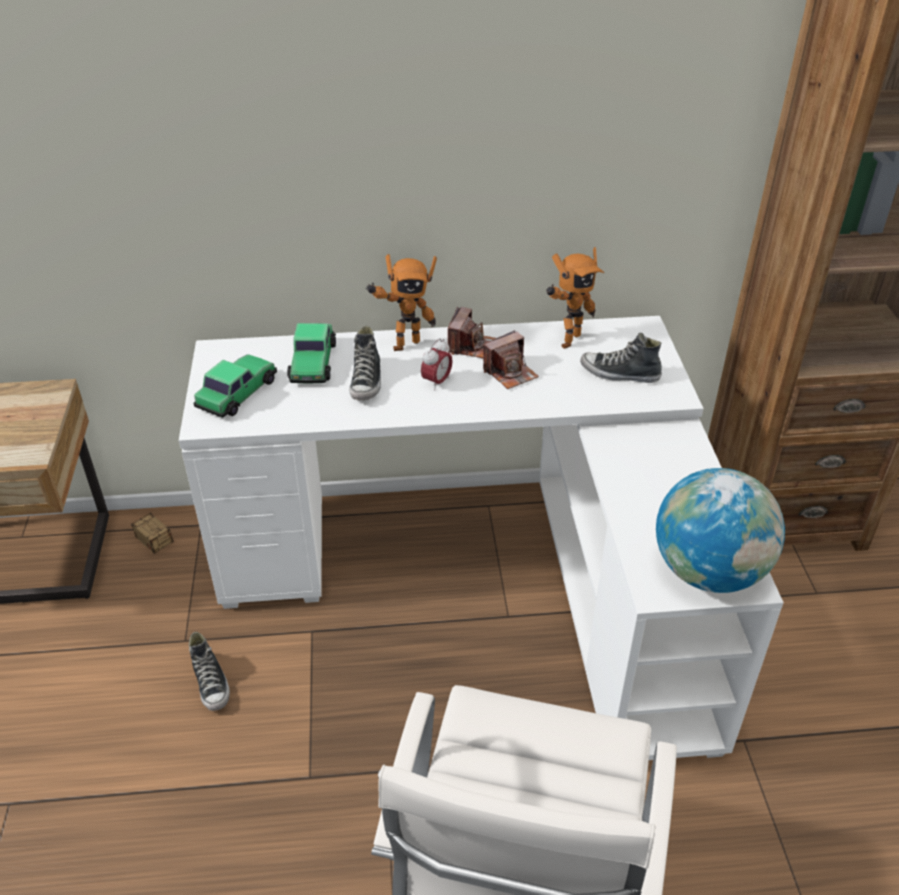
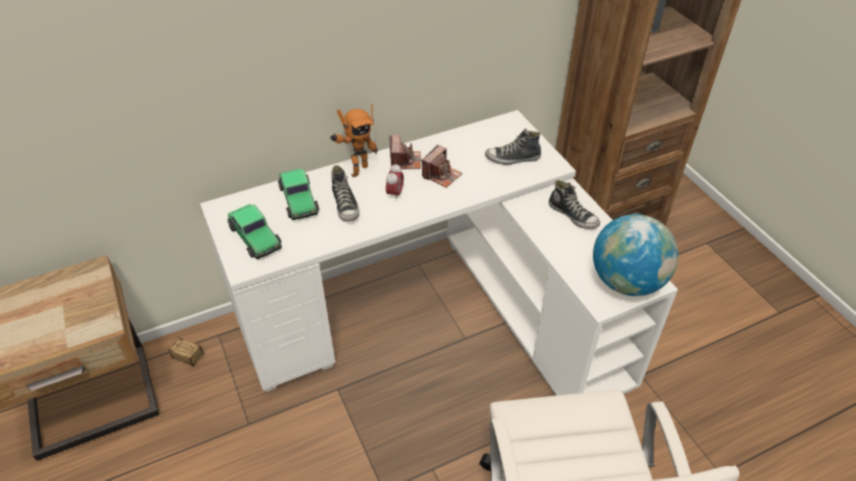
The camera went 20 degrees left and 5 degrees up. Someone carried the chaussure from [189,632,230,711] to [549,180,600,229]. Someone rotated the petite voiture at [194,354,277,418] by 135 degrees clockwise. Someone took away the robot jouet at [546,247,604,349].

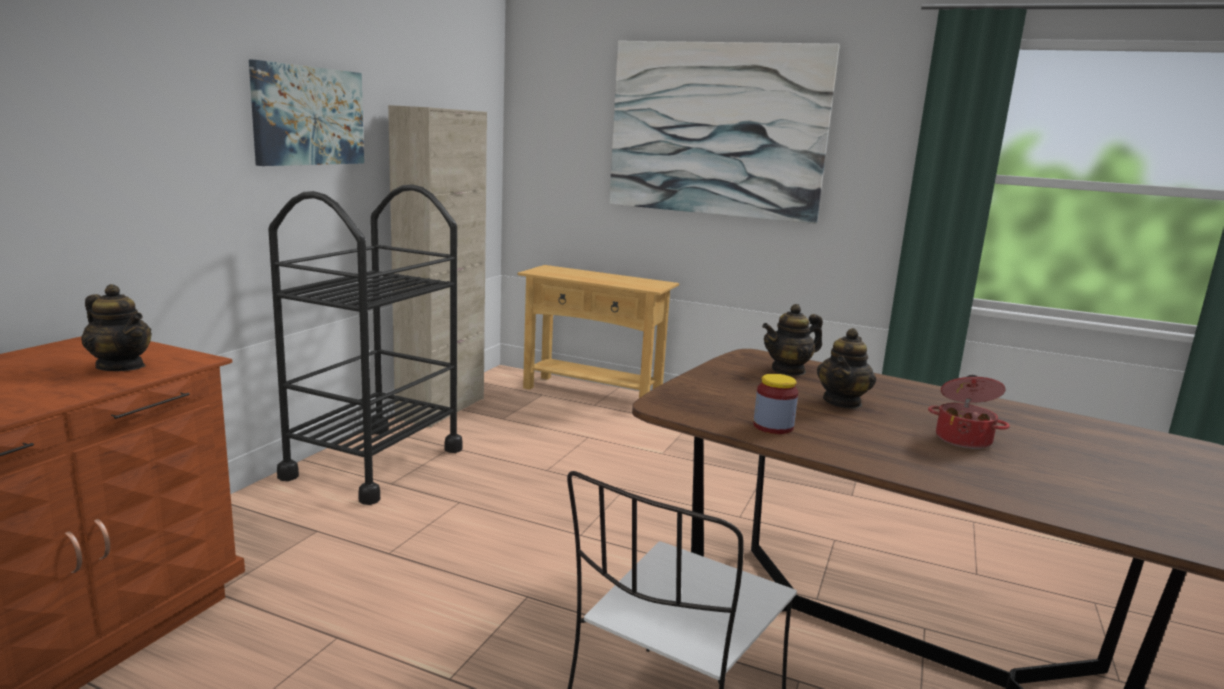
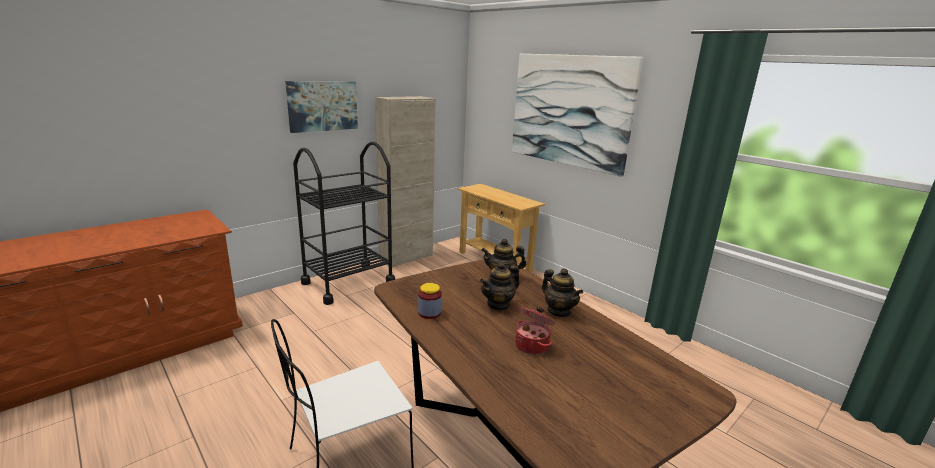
The camera went 25 degrees right and 5 degrees up. Someone carried the théière from [81,284,152,371] to [542,268,583,317].

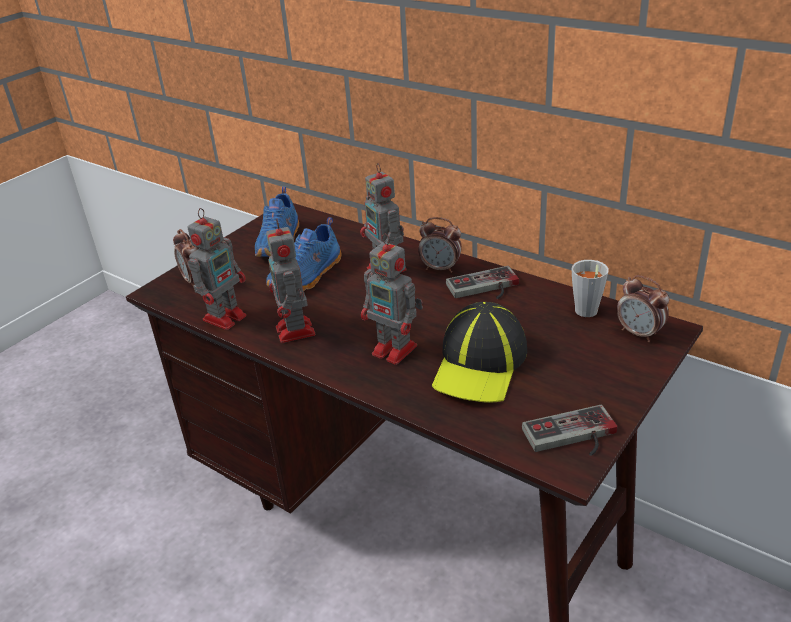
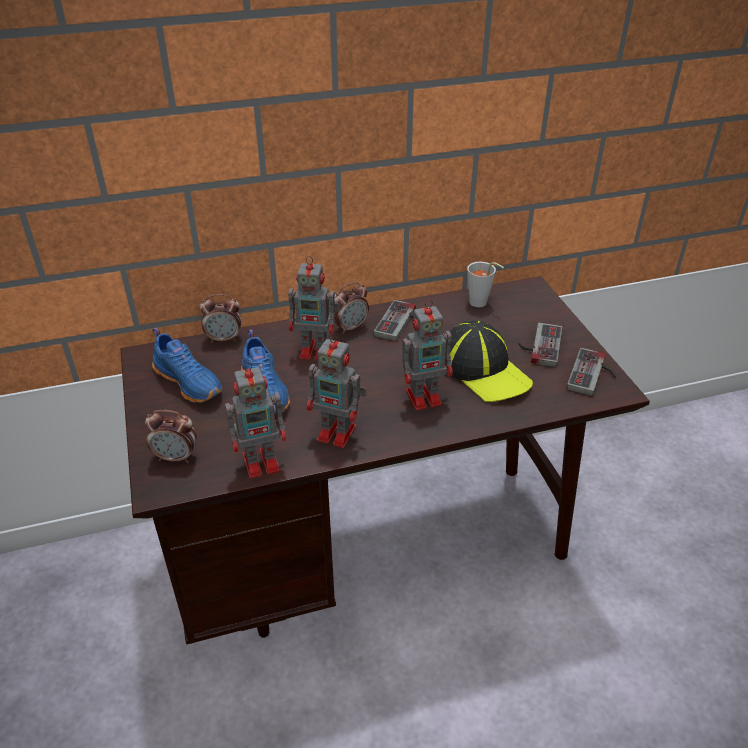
The camera went 55 degrees left and 5 degrees up. Someone rotated the robot jouet at [187,208,246,330] by 90 degrees clockwise. Someone carried the réveil from [617,275,669,342] to [200,294,241,343]. Someone put down the manette at [519,323,562,367].

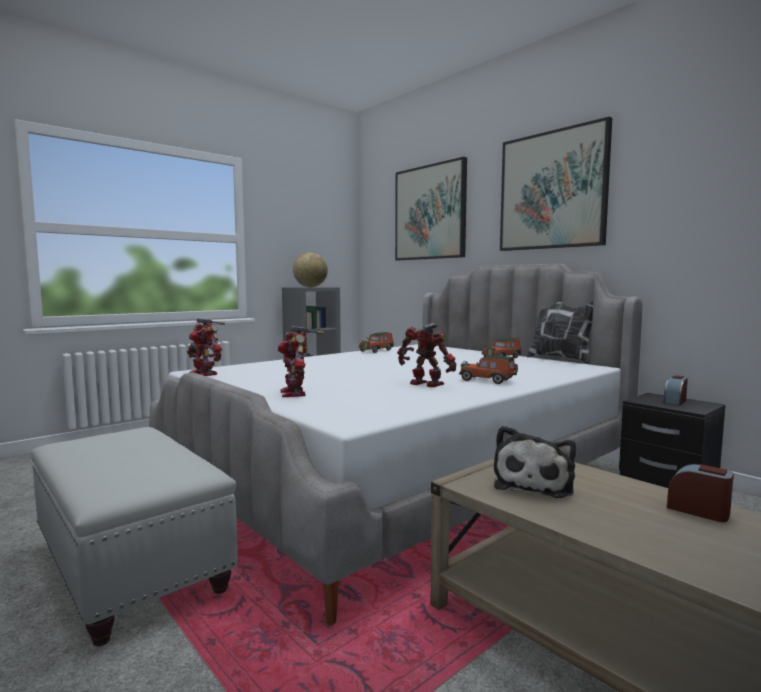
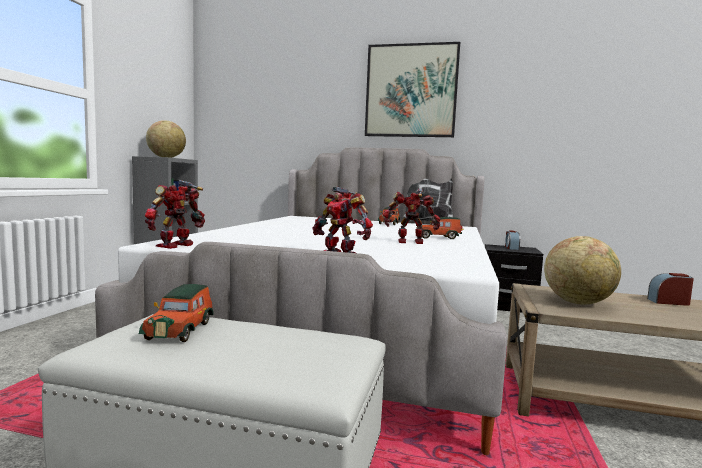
The camera went 35 degrees left and 0 degrees up. Someone rotated the robot jouet at [187,318,225,376] by 105 degrees clockwise. Someone carried the petite voiture from [358,332,394,353] to [139,284,214,342]. Someone took away the tableau at [395,157,467,260]. Someone swapped the peluche at [494,426,576,498] for the globe at [544,236,621,304].

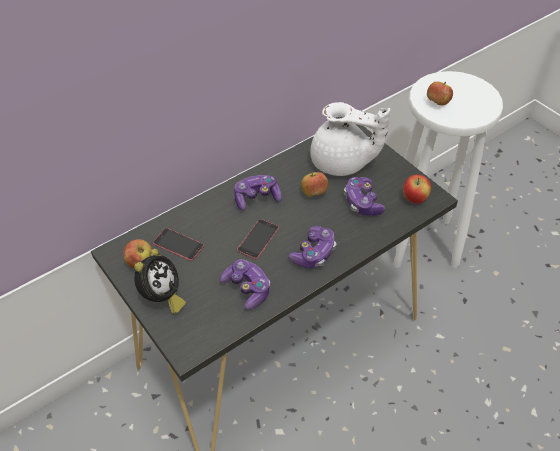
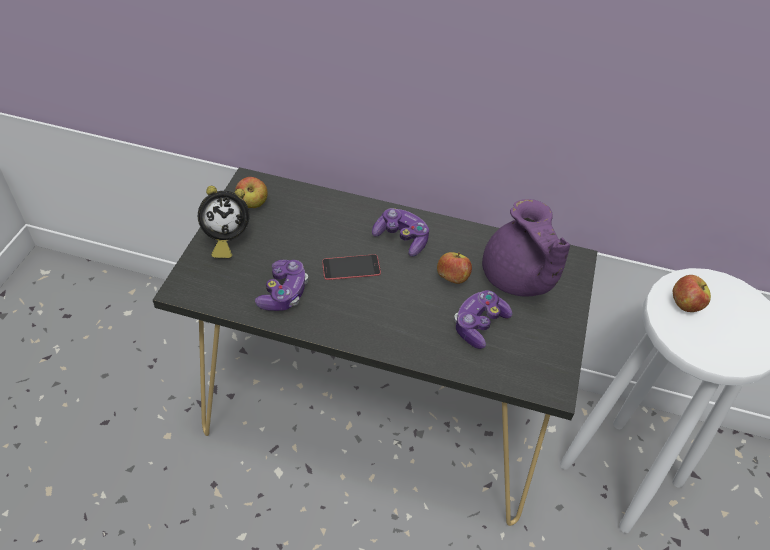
The camera went 50 degrees right and 0 degrees up. Someone took away the téléphone at [153,228,204,261]. Someone took away the manette at [289,226,336,268]. Someone repainted the théière [blanc] at [310,102,391,176], which became the théière [violet] at [482,199,570,297]. Someone took away the pomme at [403,175,431,204].

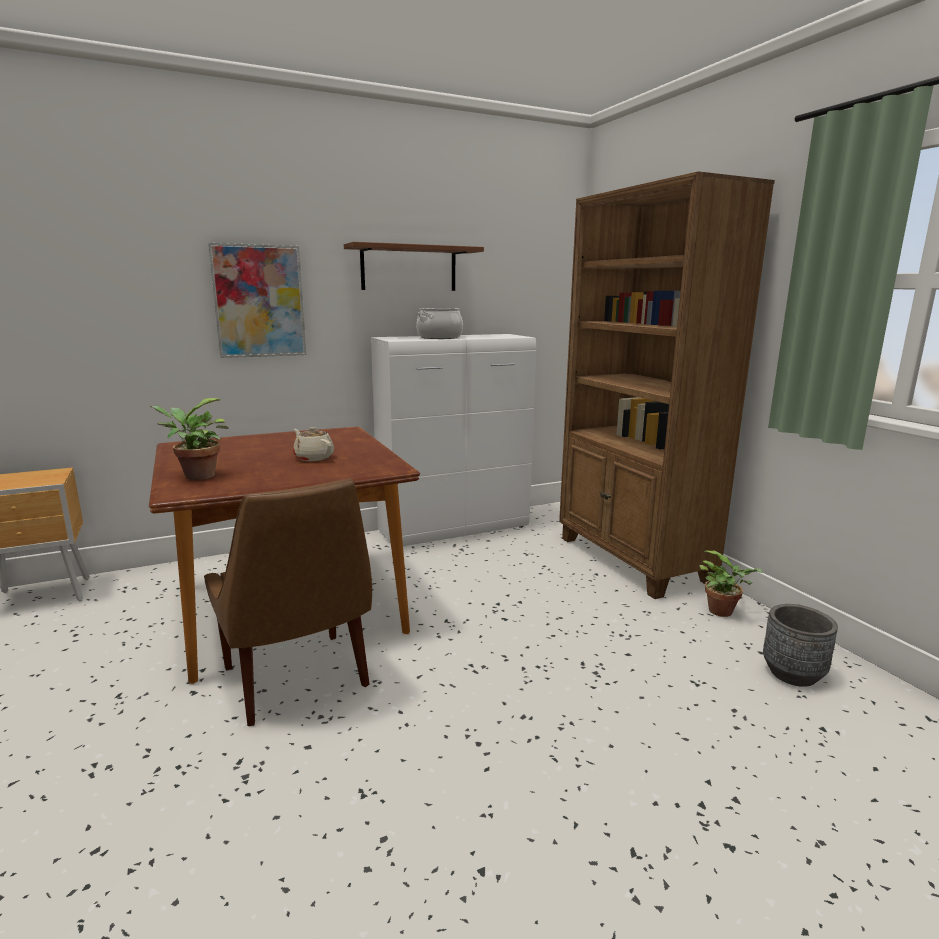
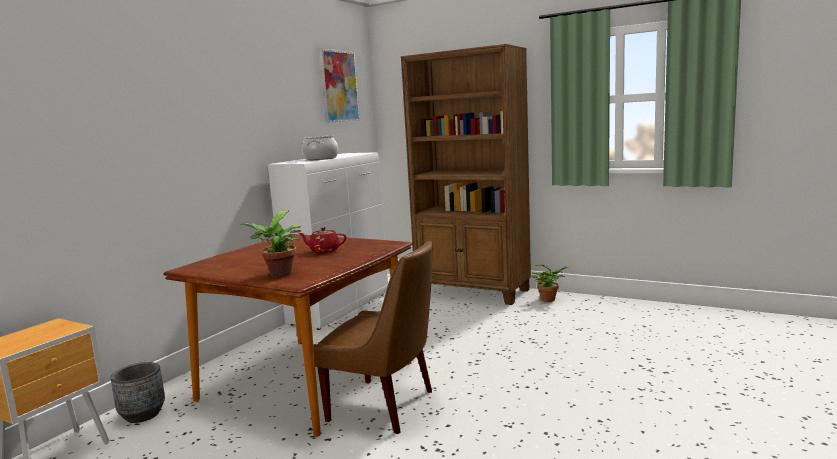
The camera went 35 degrees left and 5 degrees down. Someone carried the tableau from [208,243,306,358] to [319,49,360,123]. Someone repainted the théière [beige] at [293,427,334,461], which became the théière [rouge] at [299,227,346,253]. Someone took away the étagère [marron] at [344,242,484,291]. Someone carried the cache-pot [gris] from [763,604,838,687] to [110,362,165,423].

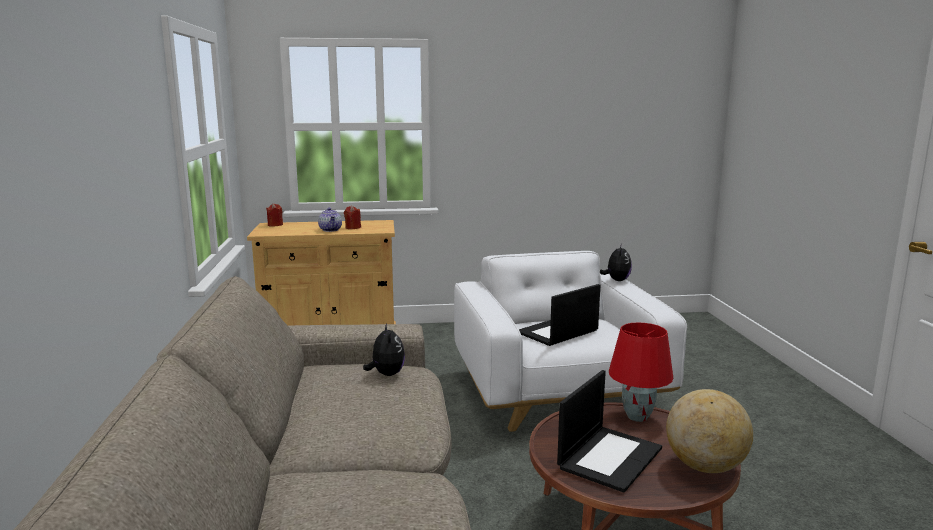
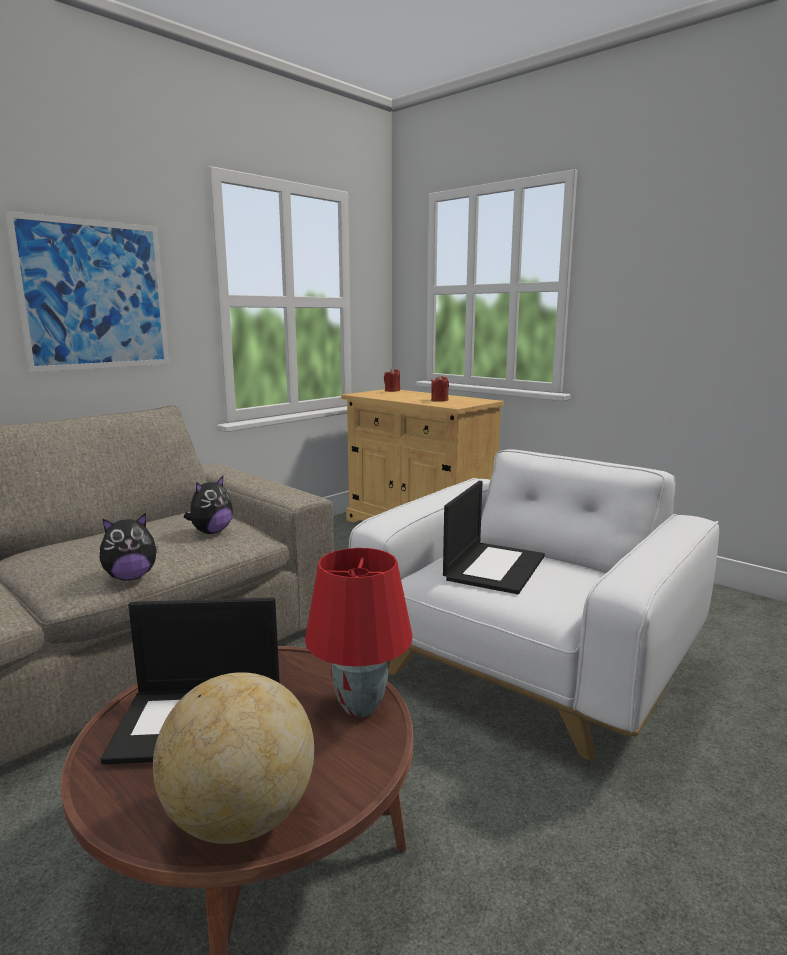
The camera went 50 degrees right and 0 degrees up. Someone took away the théière at [318,208,342,232]. Someone rotated the ordinateur portable at [519,284,600,346] by 105 degrees clockwise. Someone carried the peluche from [600,244,632,281] to [100,513,159,581]. Someone put up the tableau at [4,211,169,372].

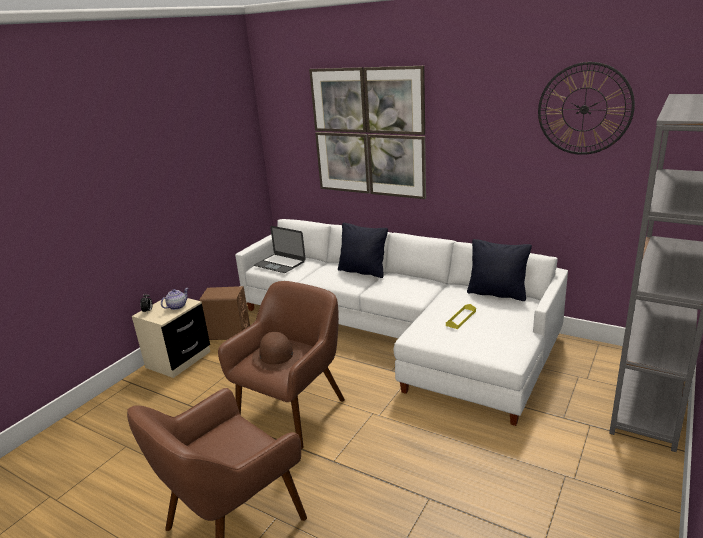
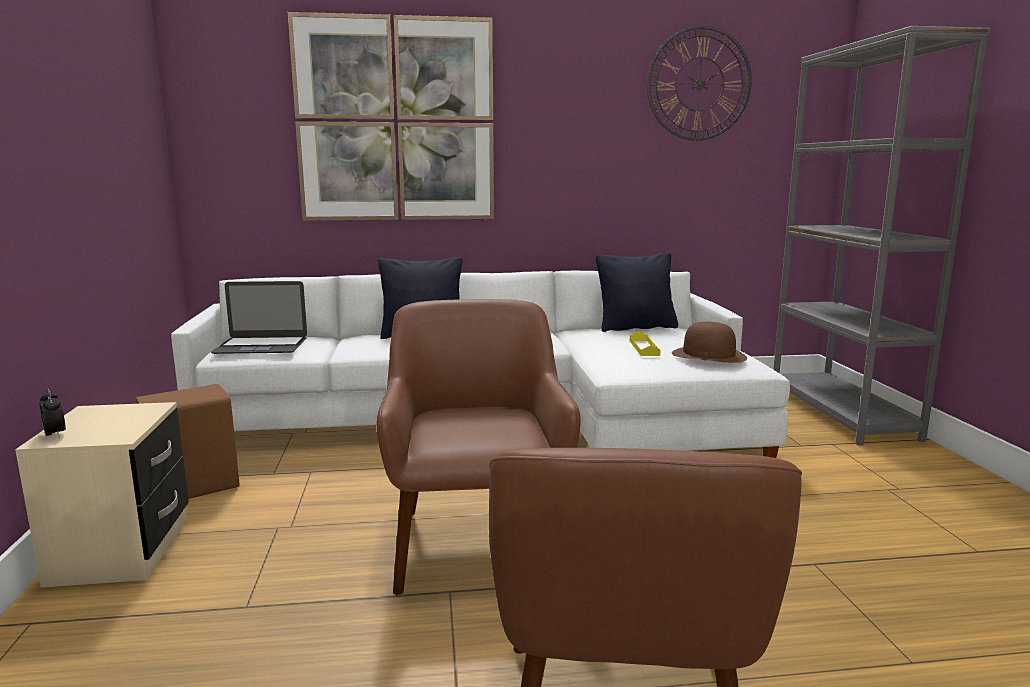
The camera went 40 degrees left and 10 degrees down. Someone took away the théière at [161,288,189,310]. Someone carried the chapeau [marron] from [252,332,301,371] to [672,322,747,363].

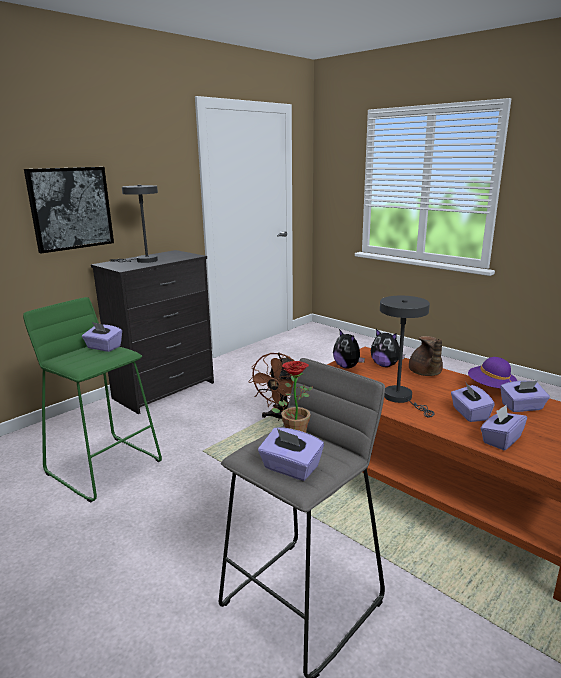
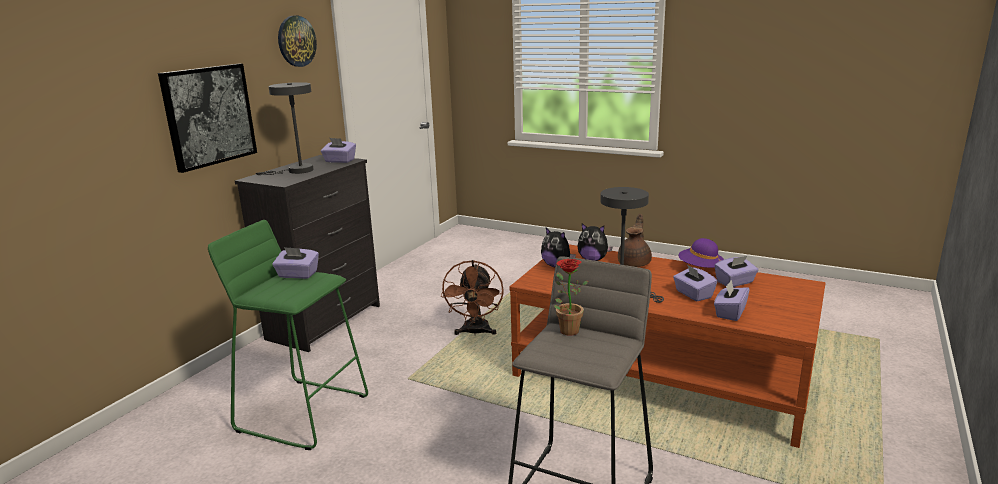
The camera went 15 degrees left and 0 degrees up. Someone carried the boîte à mouchoirs [violet] from [258,427,324,481] to [321,138,356,163]. Someone rotated the théière [marron] at [409,336,443,376] by 135 degrees counterclockwise. Someone put up the horloge murale at [278,16,317,67].

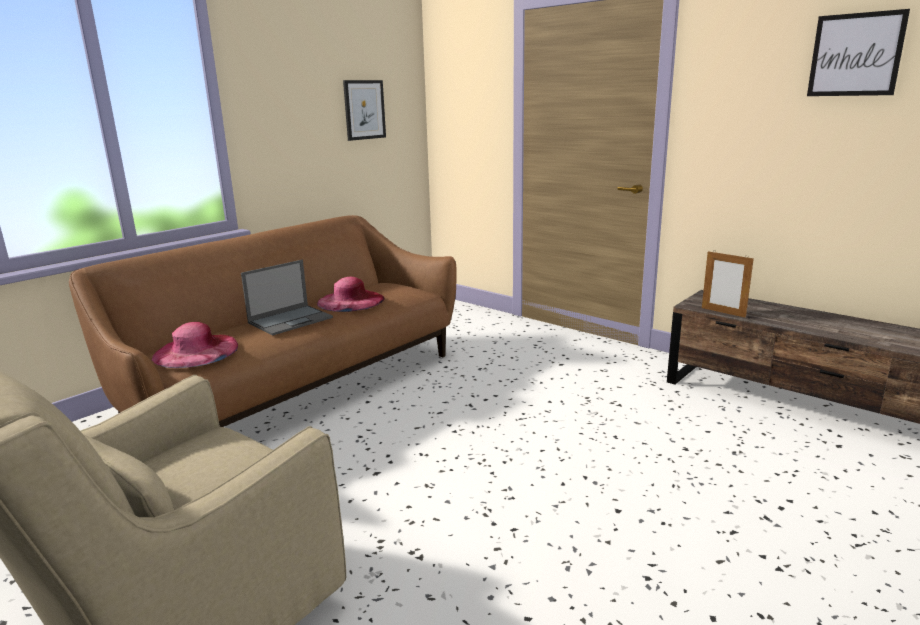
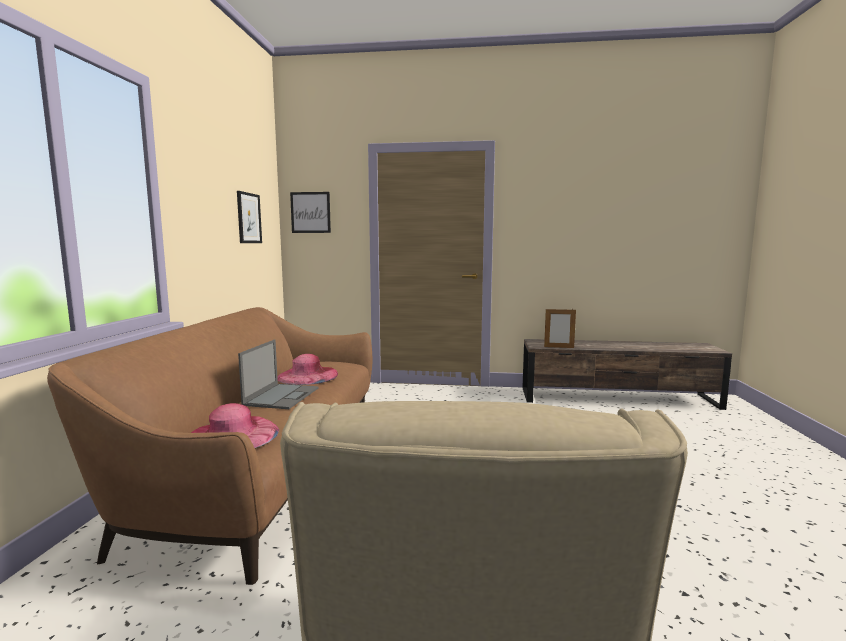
The camera went 35 degrees left and 10 degrees down. Someone carried the tableau from [807,9,910,96] to [290,192,331,233].

